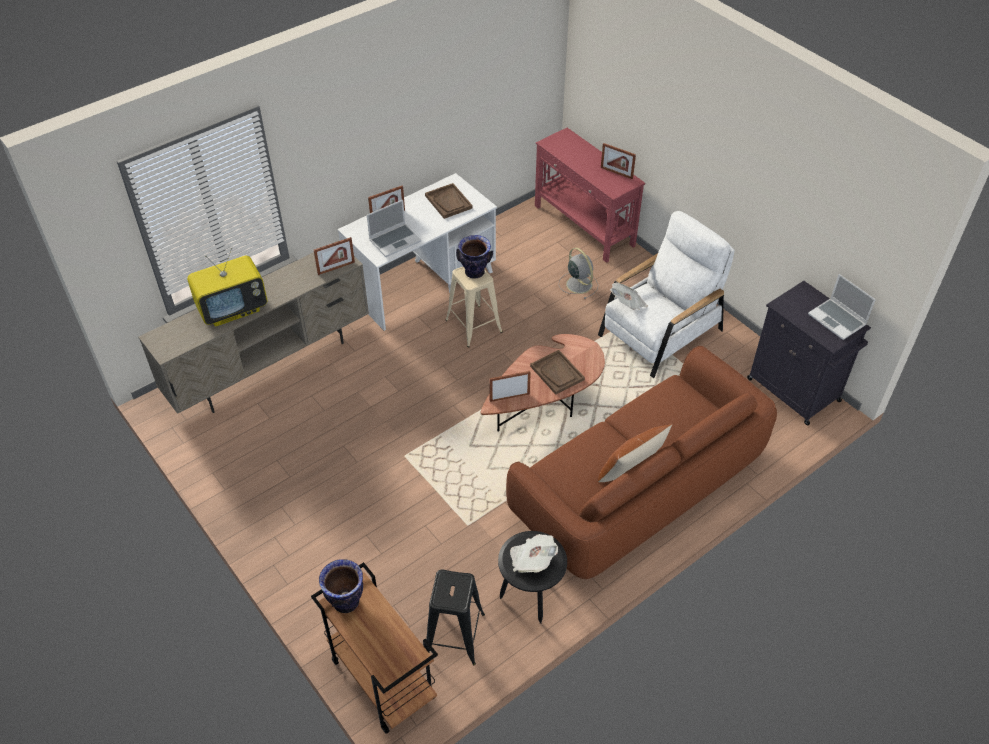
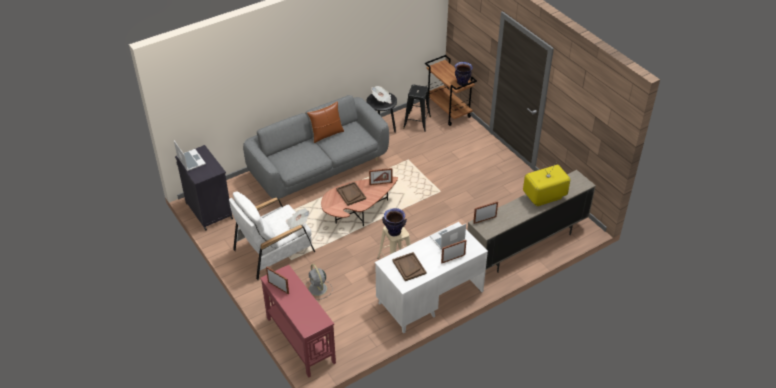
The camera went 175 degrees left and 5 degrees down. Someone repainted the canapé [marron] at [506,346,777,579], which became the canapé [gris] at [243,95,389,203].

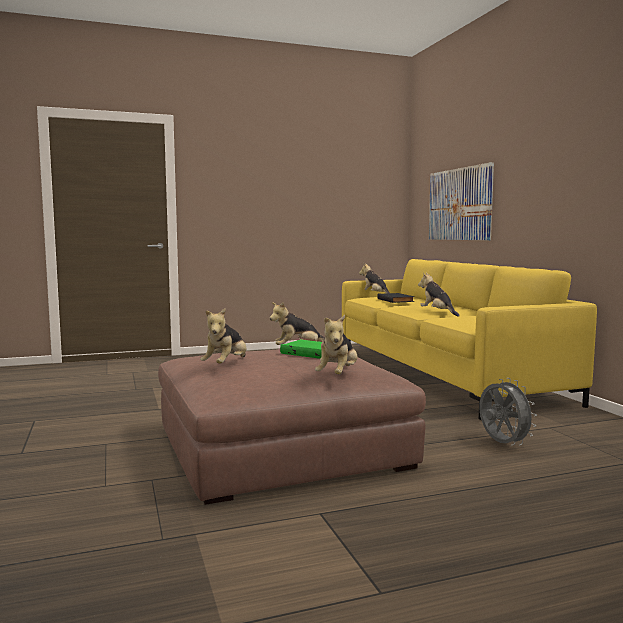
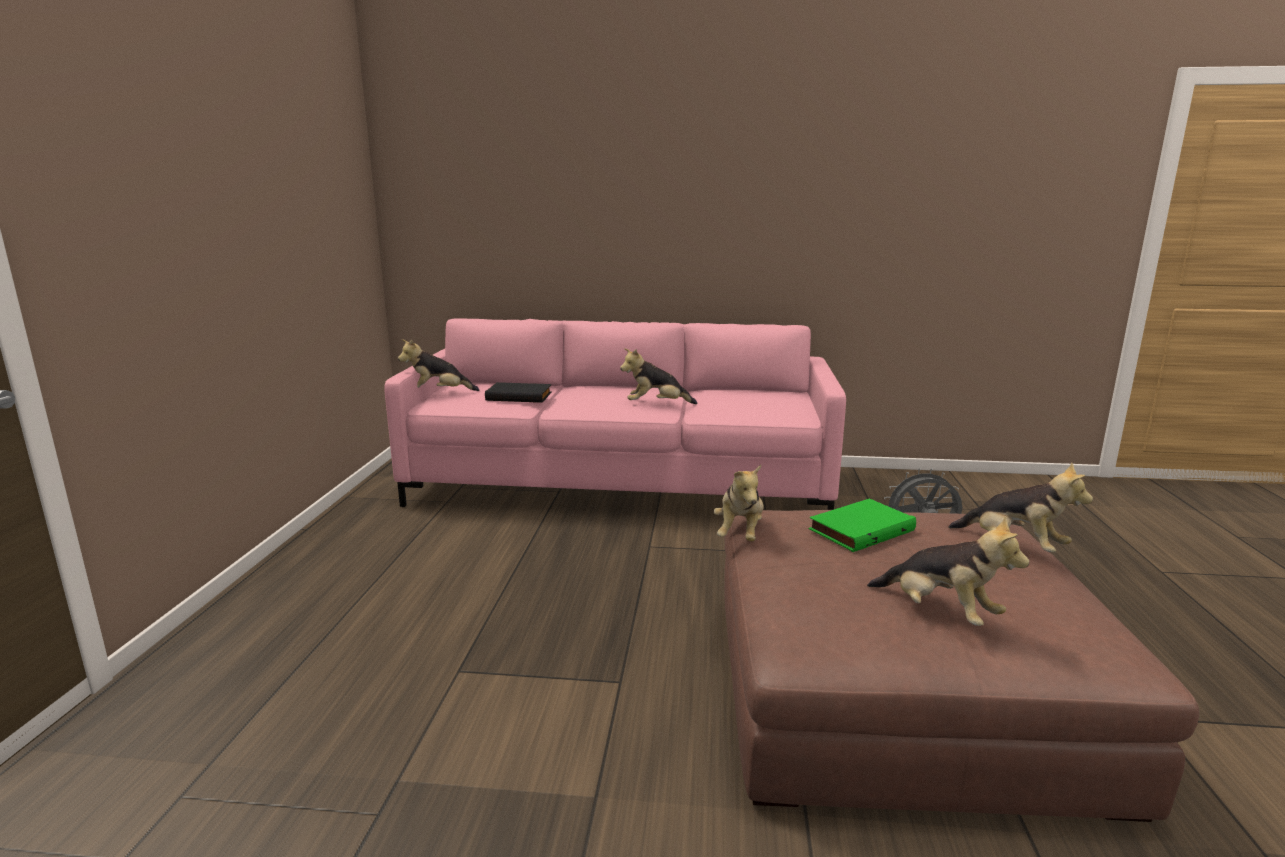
The camera went 65 degrees left and 10 degrees up. Someone repainted the canapé [jaune] at [342,259,597,420], which became the canapé [rose] at [384,319,846,510]. Someone took away the tableau at [429,162,494,240].

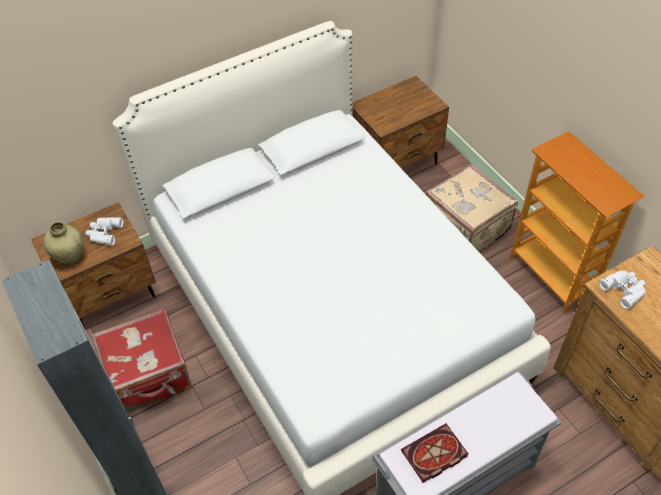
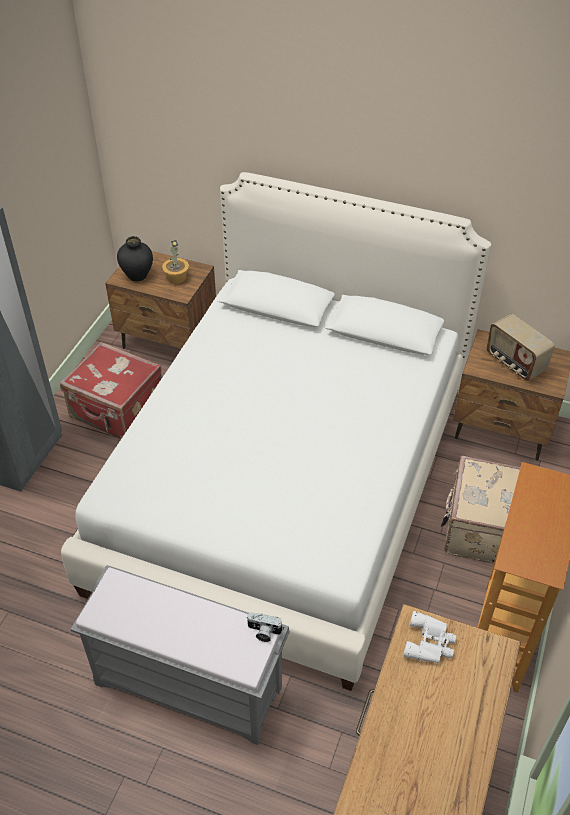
The camera went 50 degrees right and 5 degrees down. Someone repainted the vase [beige] at [43,222,84,265], which became the vase [noir] at [117,236,153,281]. Someone swapped the jumelles [blanc] at [86,217,123,246] for the plante en pot at [162,240,189,284]. Someone took away the livre at [401,423,468,483]. Someone put down the appareil photo at [246,612,283,642]. Someone put down the radio at [486,314,555,381].

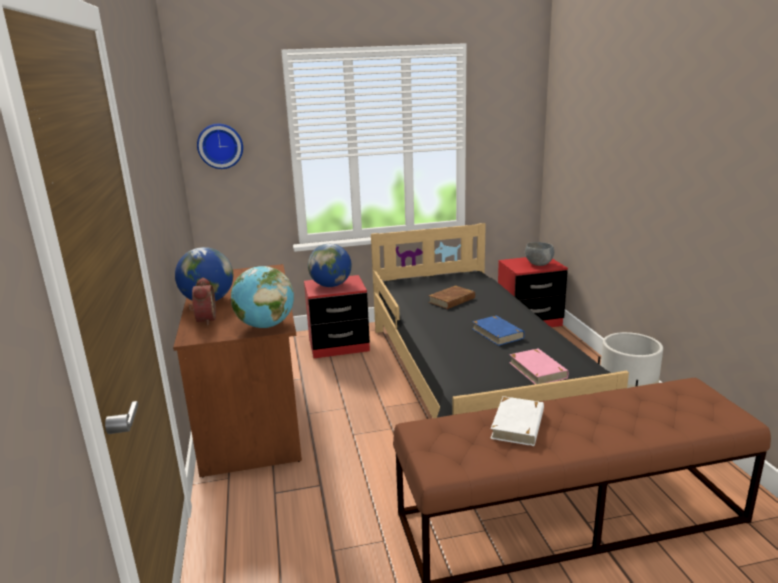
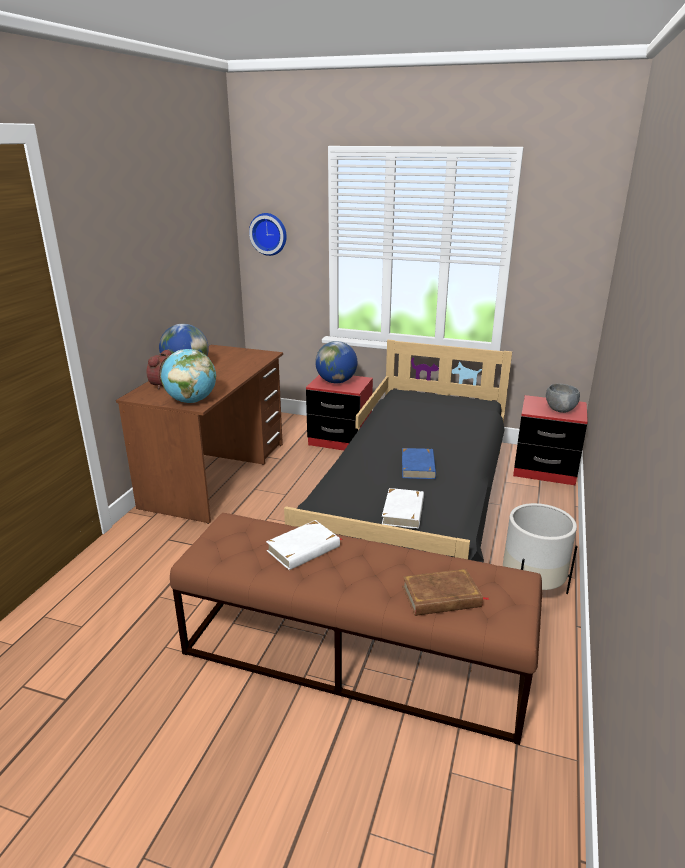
The camera went 30 degrees right and 5 degrees up. Someone carried the livre [marron] from [428,285,475,309] to [402,569,490,616]. Someone repainted the livre [rose] at [509,348,568,384], which became the livre [blanc] at [382,488,424,529].

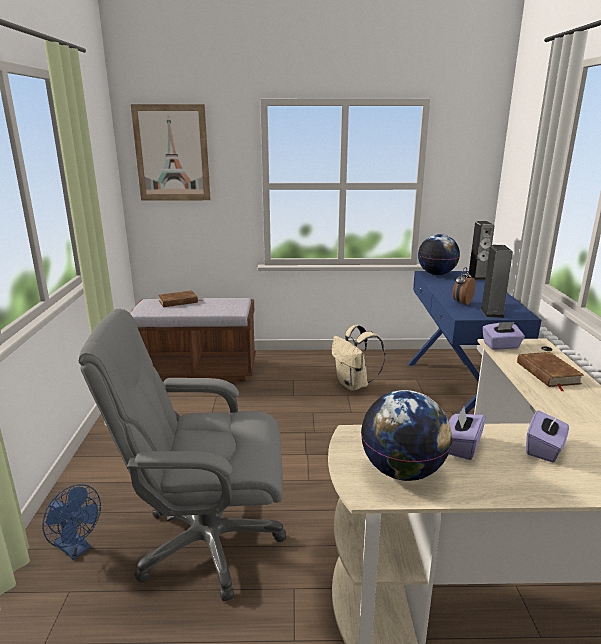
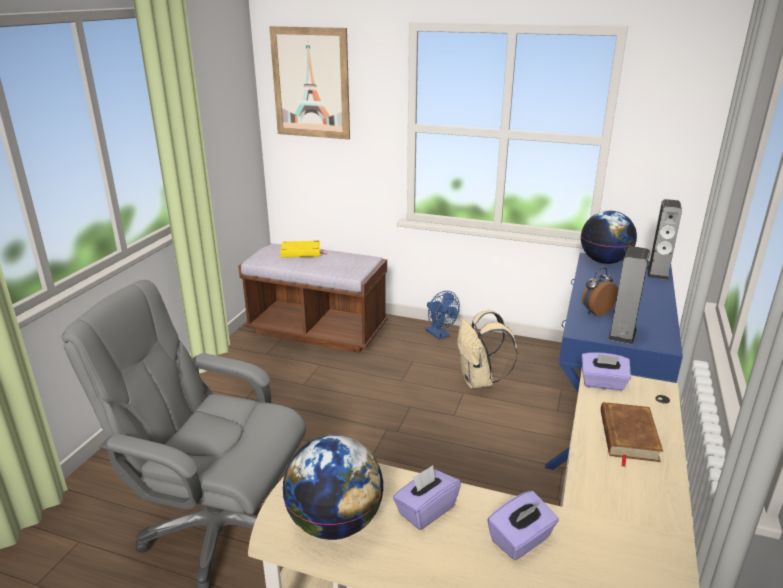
The camera went 20 degrees right and 5 degrees up. Someone carried the ventilateur [bleu] from [42,484,101,560] to [426,291,460,340]. Someone repainted the livre [marron] at [159,290,203,307], which became the livre [jaune] at [280,241,325,258].

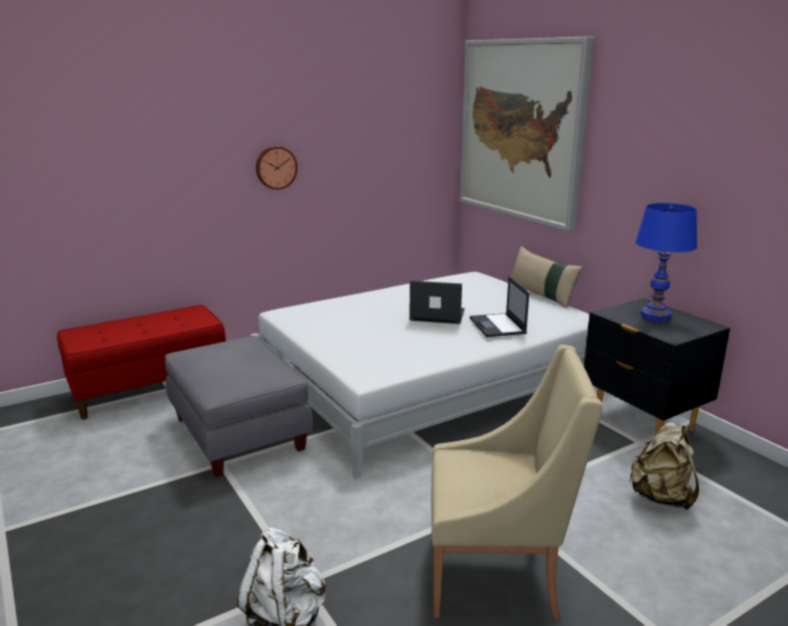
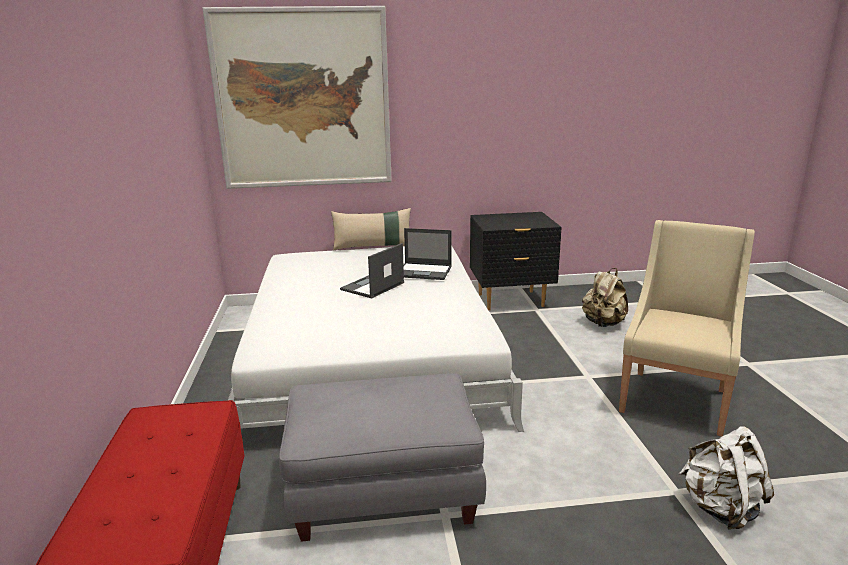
The camera went 65 degrees left and 0 degrees up. Someone took away the horloge murale at [256,146,298,190]. Someone took away the lampe de table [bleu] at [635,203,697,322].

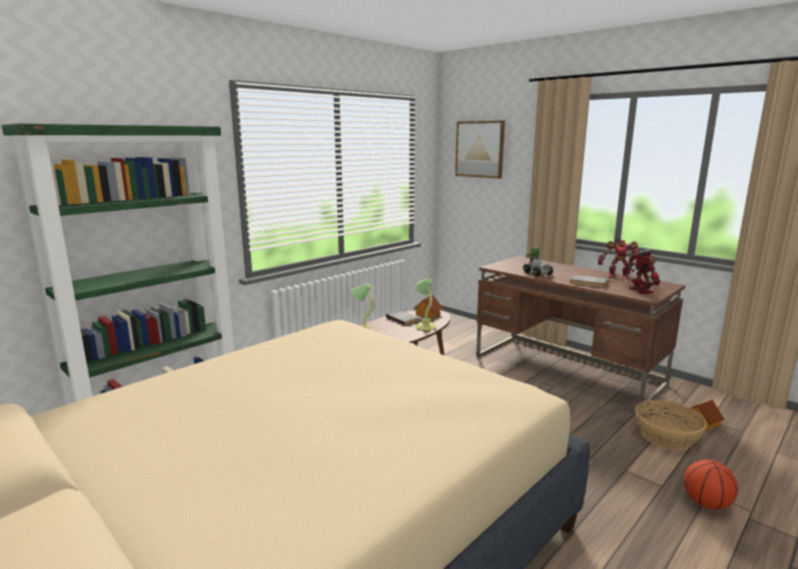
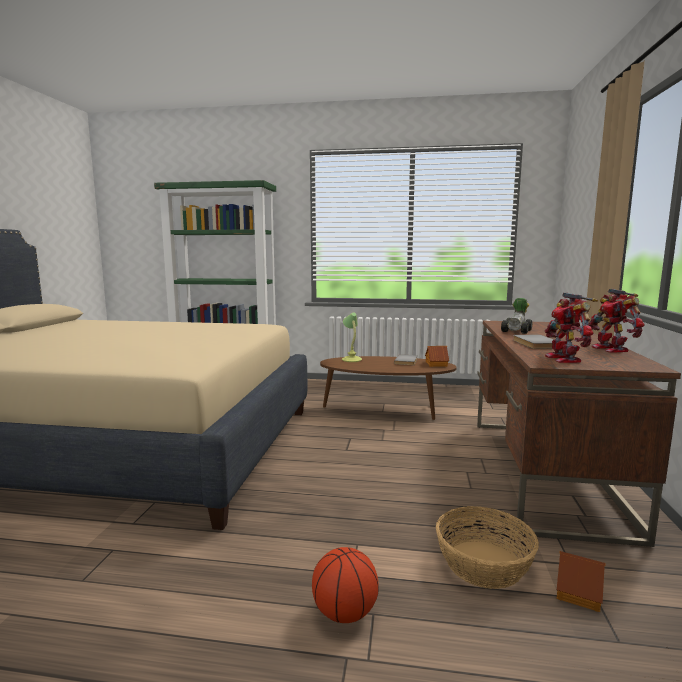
The camera went 55 degrees right and 5 degrees down. Someone took away the lampe de table at [415,278,437,331]. Someone took away the tableau at [455,120,505,179]. Someone rotated the robot jouet at [625,249,661,294] by 135 degrees clockwise.

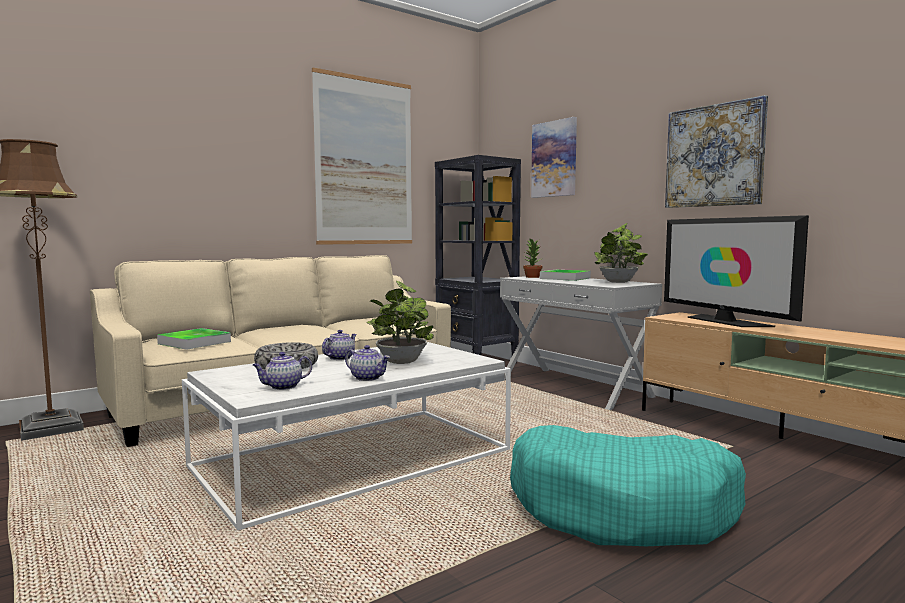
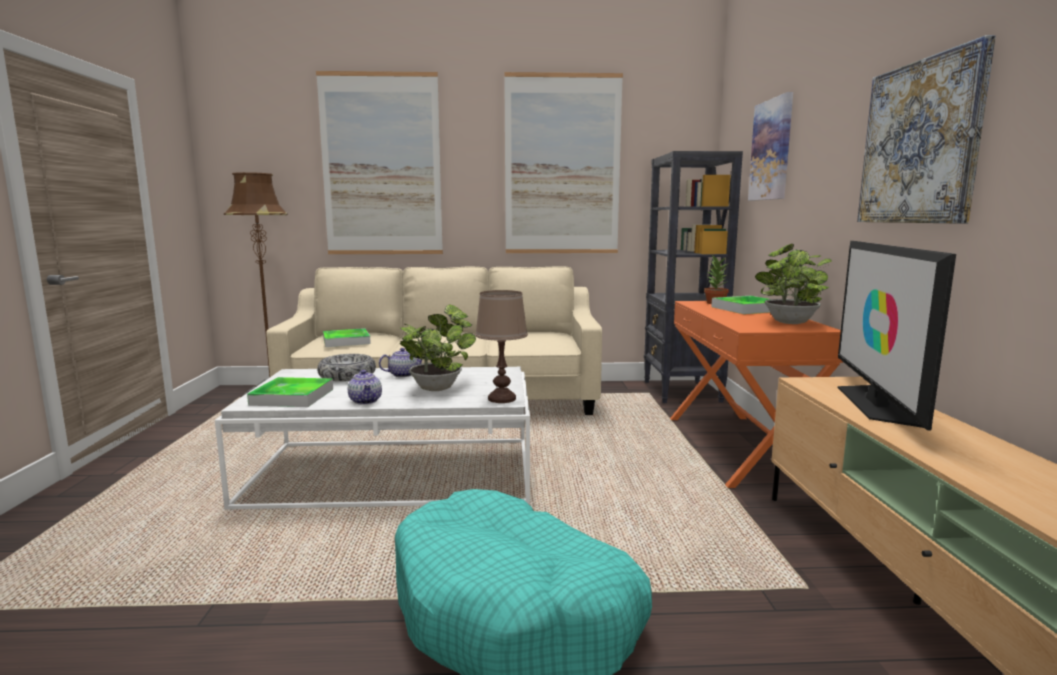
The camera went 35 degrees right and 5 degrees up. Someone swapped the théière at [252,352,312,390] for the plateau at [247,377,333,407]. Someone repainted the table console [blanc] at [500,276,662,410], which became the table console [orange] at [670,301,843,488]. Someone put up the tableau at [316,71,443,254]. Someone put down the lampe de table [marron] at [475,290,528,403].

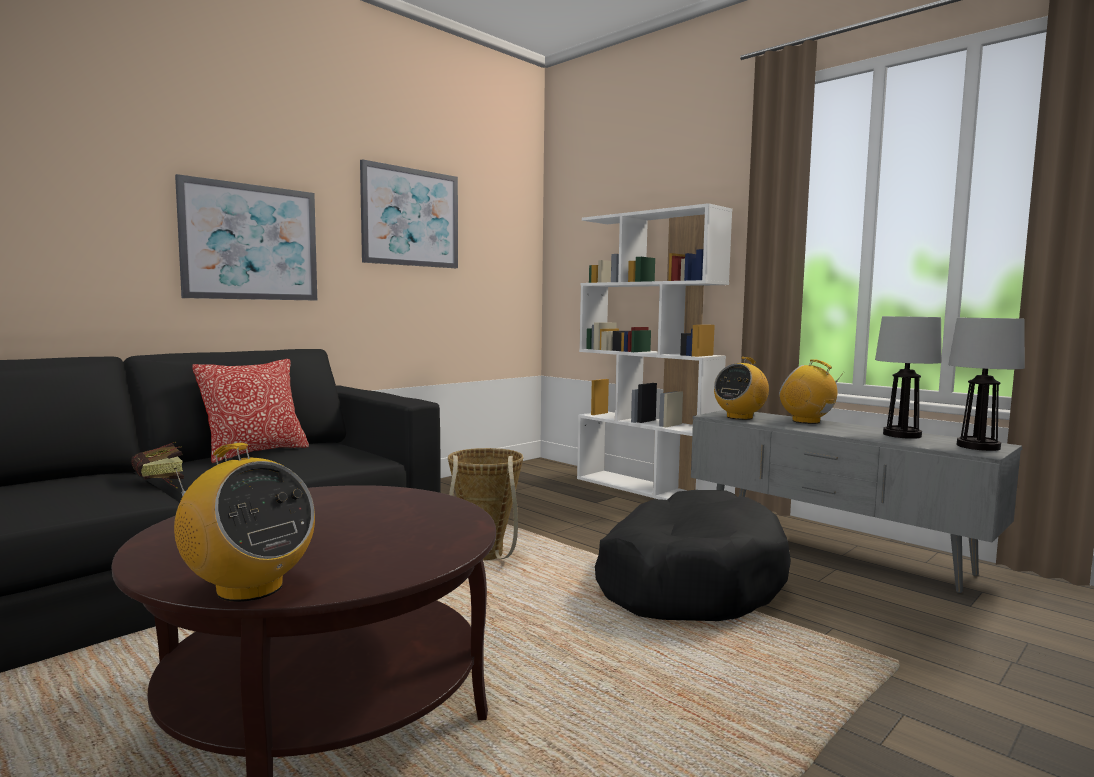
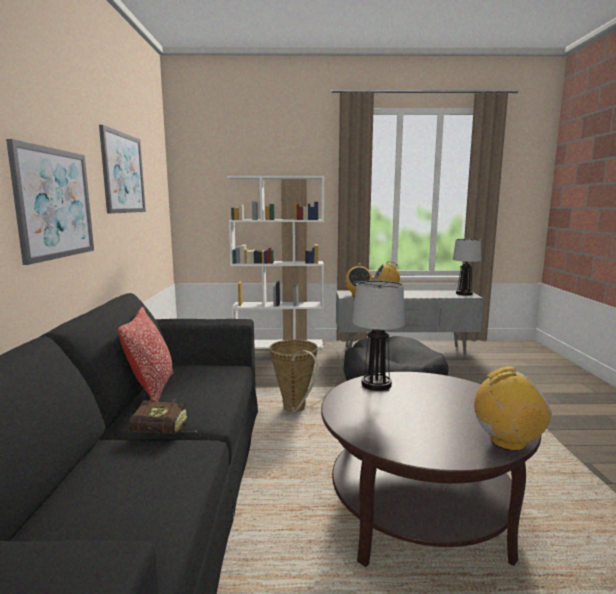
The camera went 45 degrees left and 5 degrees up. Someone carried the lampe de table from [875,316,942,439] to [352,280,405,391].

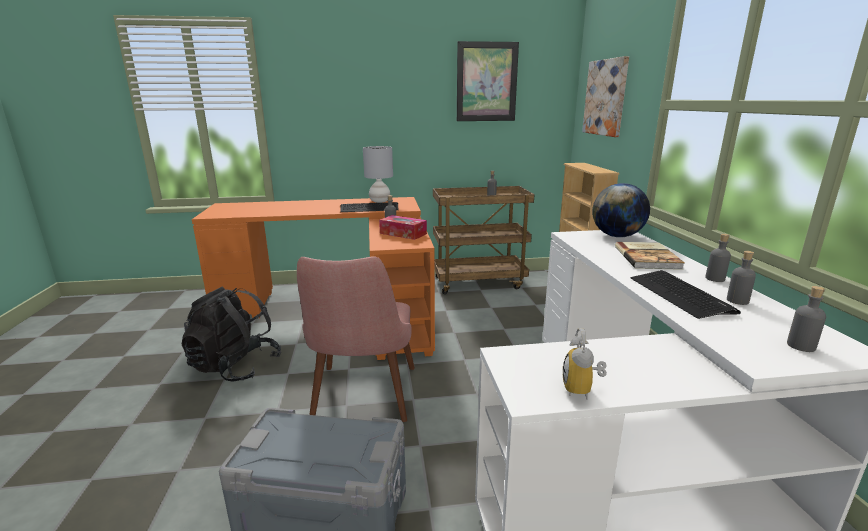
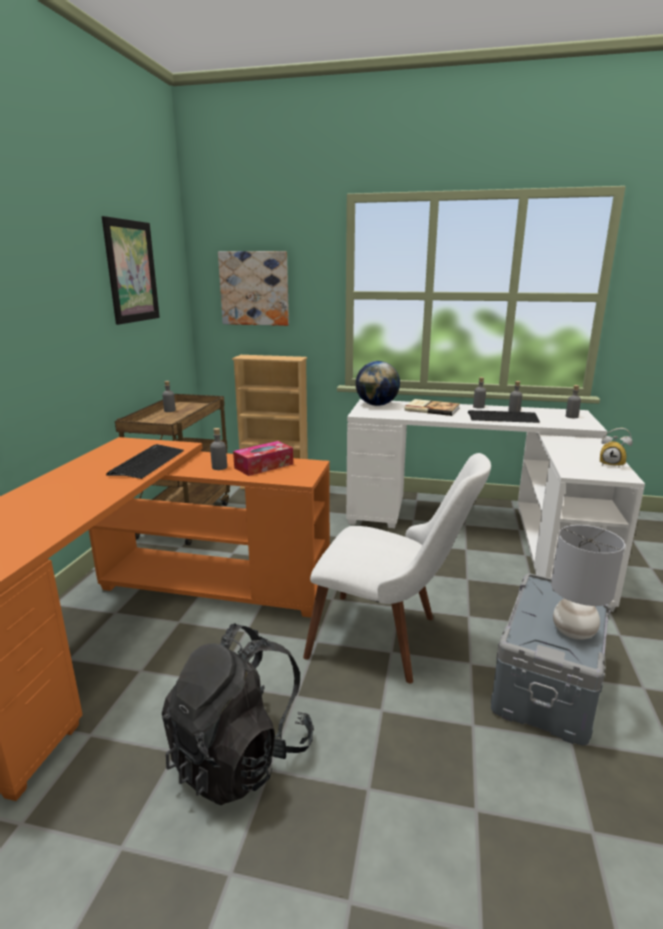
The camera went 70 degrees left and 0 degrees up. Someone repainted the chaise [rose] at [297,256,415,422], which became the chaise [blanc] at [303,453,491,683]. Someone carried the lampe de table [gris] from [363,146,393,203] to [551,525,625,640].

